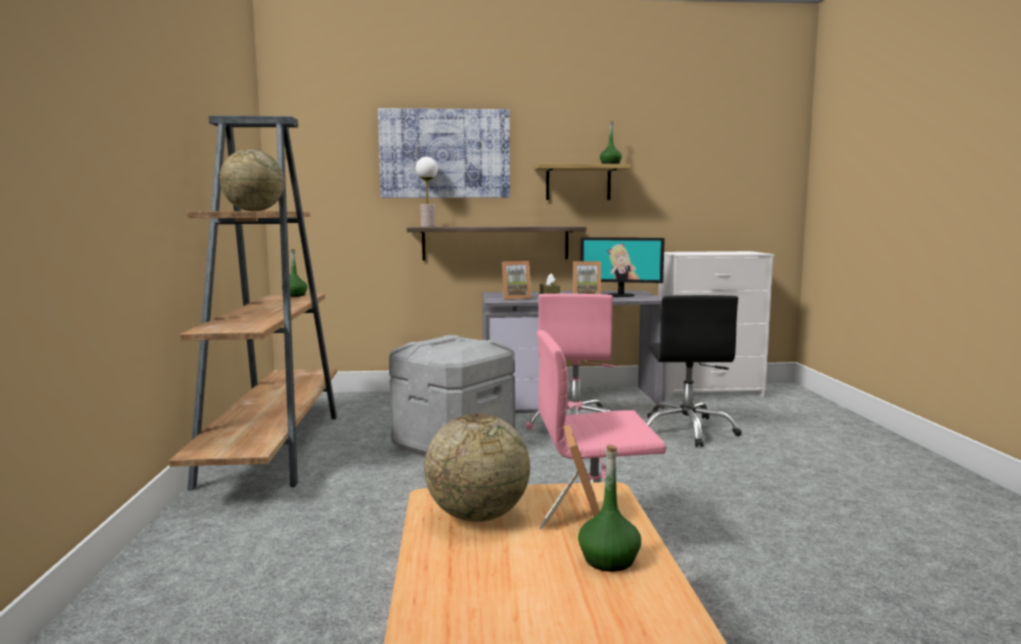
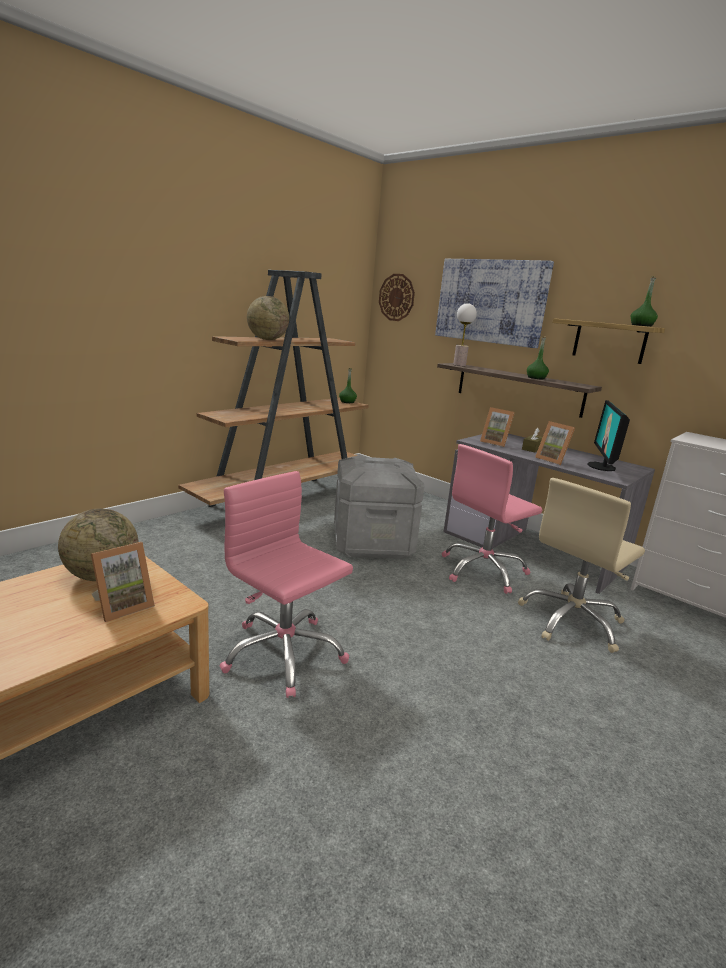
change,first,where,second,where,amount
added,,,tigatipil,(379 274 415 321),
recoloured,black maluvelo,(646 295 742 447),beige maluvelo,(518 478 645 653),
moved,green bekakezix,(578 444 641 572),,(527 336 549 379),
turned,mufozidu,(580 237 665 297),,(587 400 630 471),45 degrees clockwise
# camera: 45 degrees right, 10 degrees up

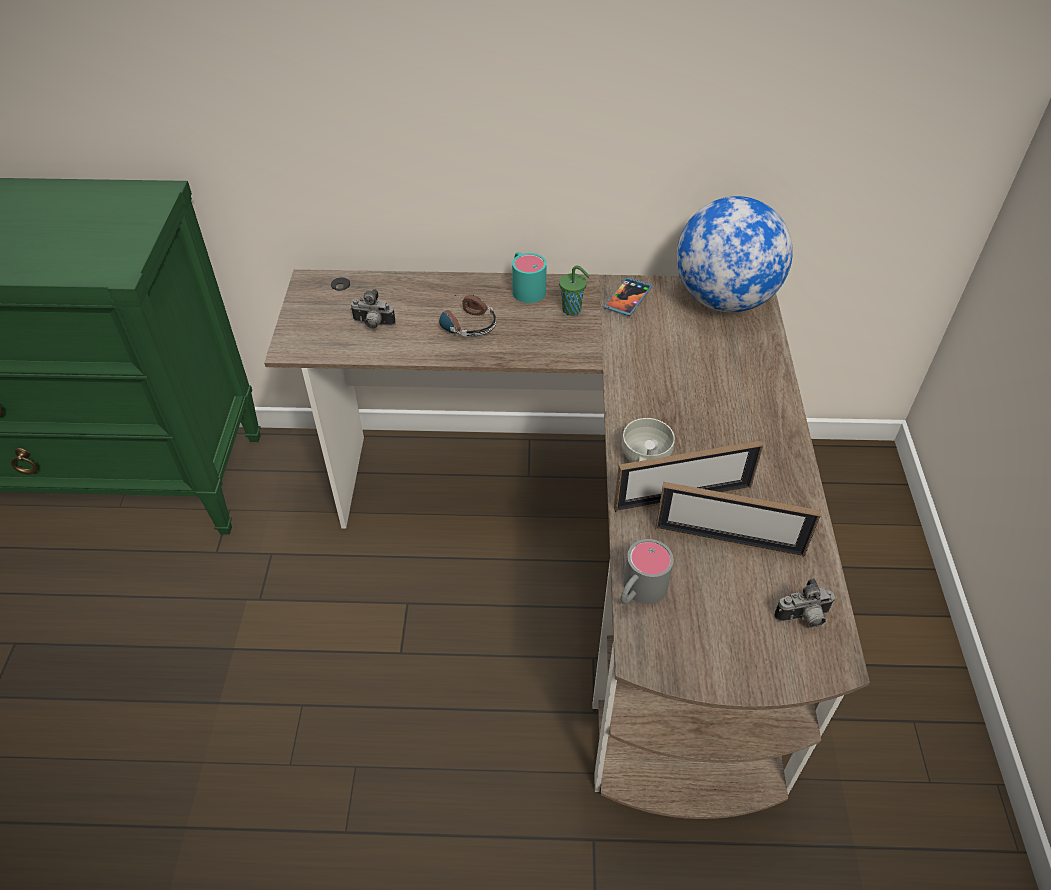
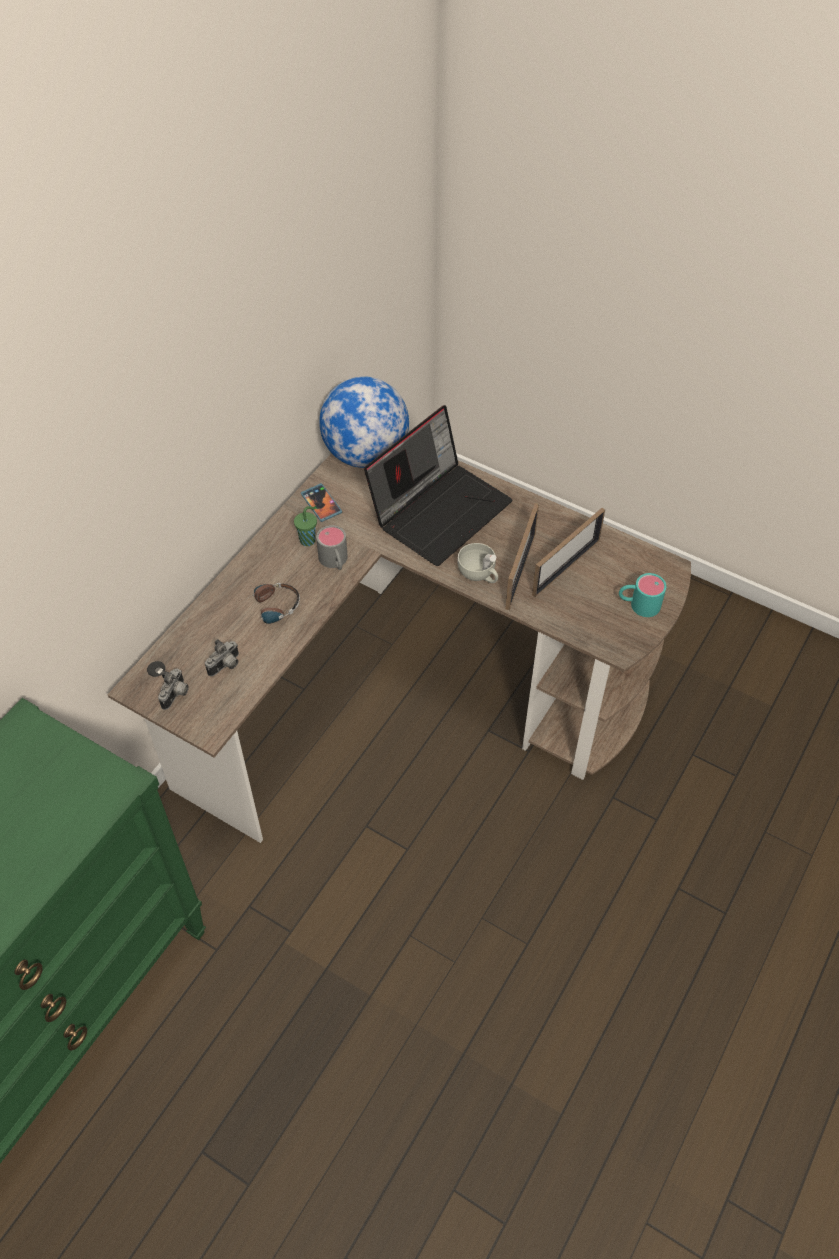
change,first,where,second,where,amount
moved,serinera,(774 578 835 628),,(158 669 189 710),
moved,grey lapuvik,(621 539 674 604),,(316 525 348 570),
added,,,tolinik,(364 405 513 566),
moved,turquoise lapuvik,(512 252 547 303),,(619 573 666 617),
# camera: 60 degrees left, 5 degrees up

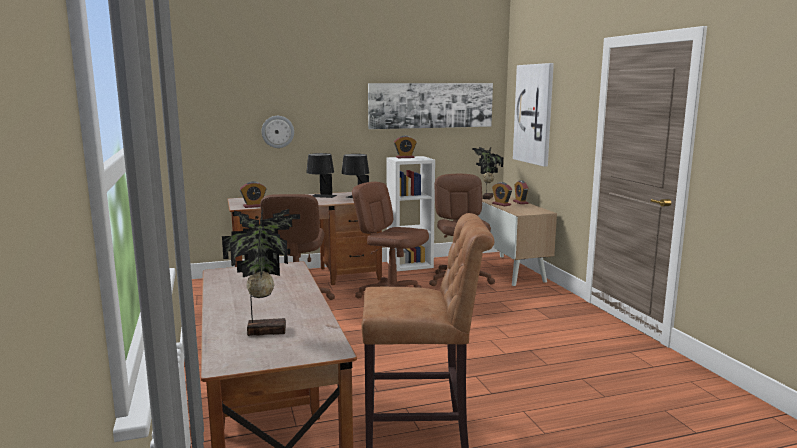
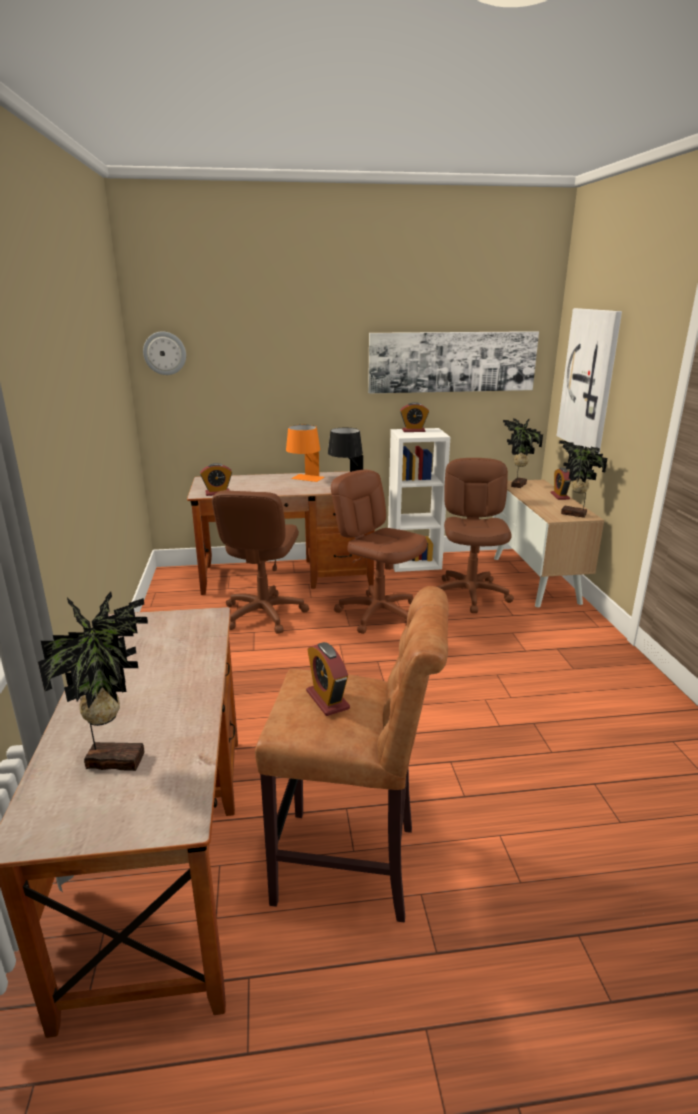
change,first,where,second,where,amount
moved,tigatipil,(262 116 294 148),,(143 331 186 375),
recoloured,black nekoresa,(306 153 337 198),orange nekoresa,(286 425 325 482),
moved,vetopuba,(492 182 512 206),,(306 642 350 716),
added,,,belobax,(559 440 607 518),
# camera: 10 degrees right, 10 degrees up

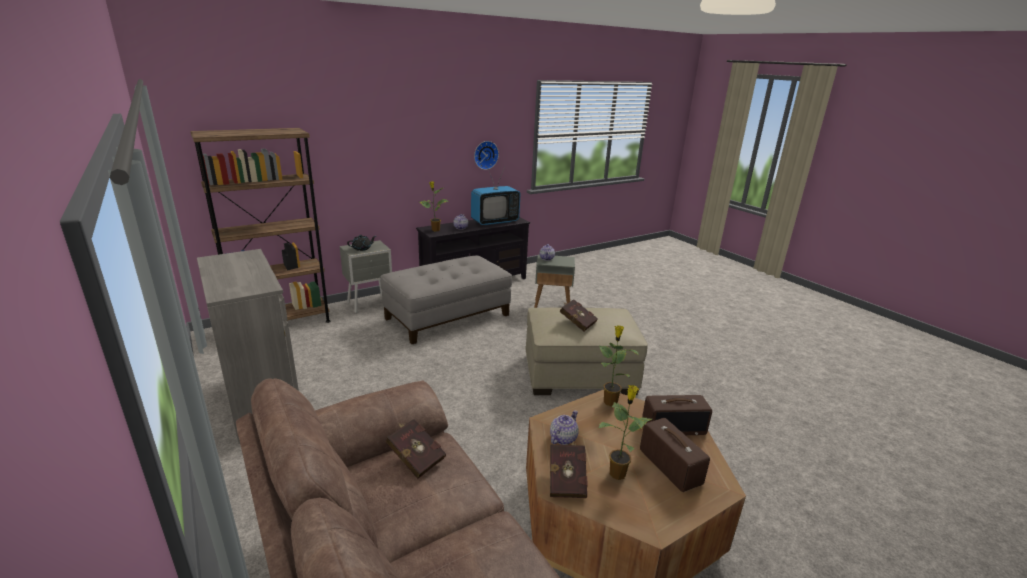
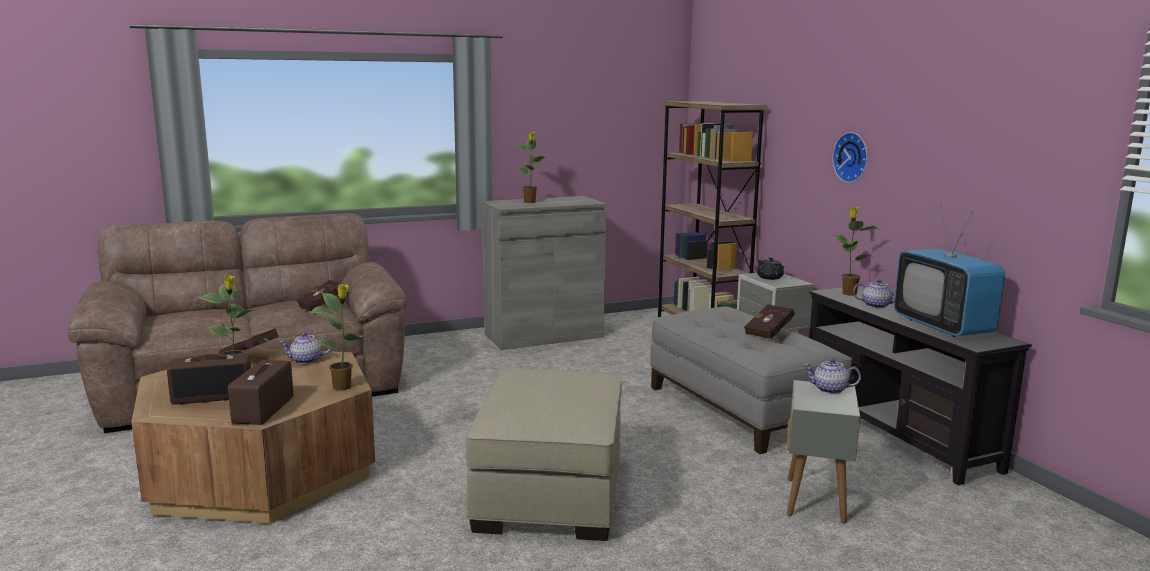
change,first,where,second,where,amount
turned,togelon,(550 410 579 445),,(279 332 331 364),120 degrees clockwise
added,,,belobax,(513 131 545 203),
moved,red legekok,(559 299 598 331),,(744 304 795 339),
moved,tigatipil,(474 141 499 170),,(832 132 868 183),
# camera: 100 degrees right, 10 degrees down

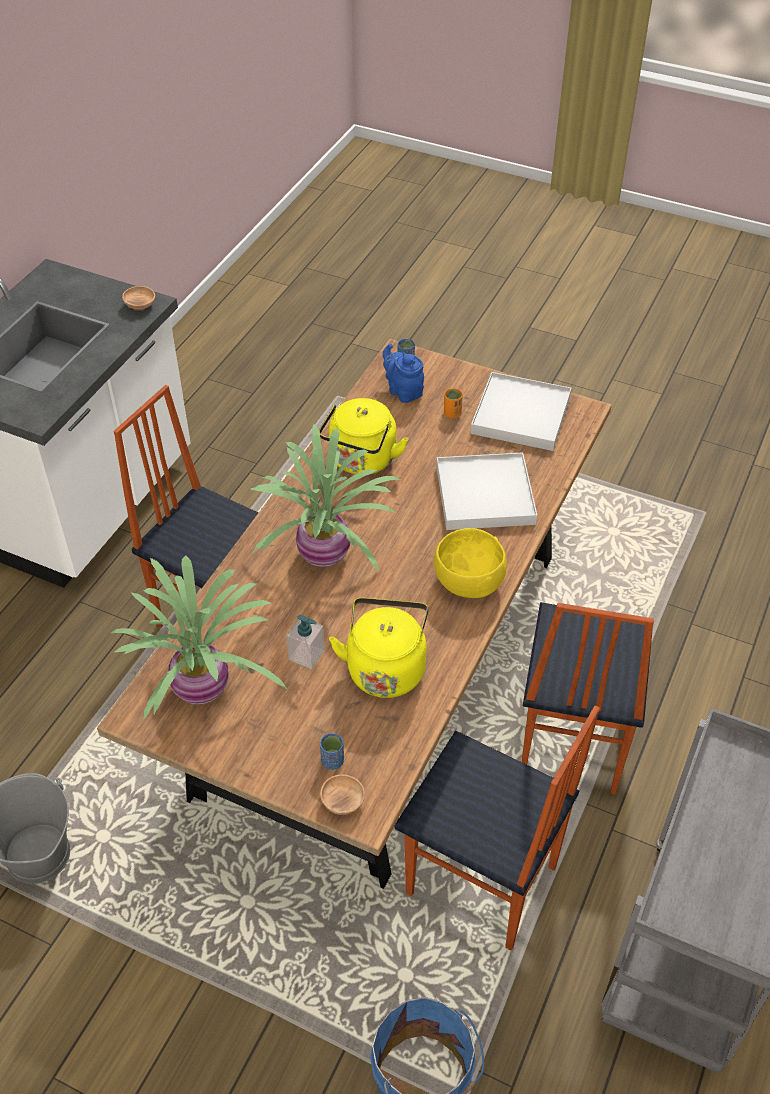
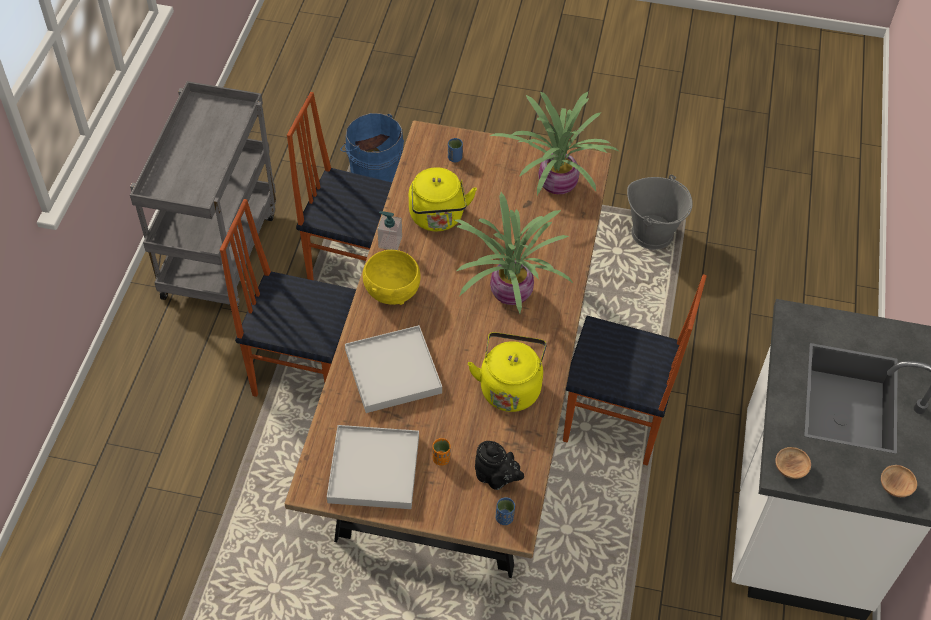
change,first,where,second,where,amount
turned,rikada,(521 602 654 794),,(220 199 356 397),75 degrees counterclockwise
moved,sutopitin,(286 615 325 669),,(378 211 402 250),
recoloured,blue togelon,(383 344 424 403),black togelon,(475 441 524 490),
moved,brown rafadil,(320 774 365 815),,(881 465 917 497),
# camera: 165 degrees right, 5 degrees up

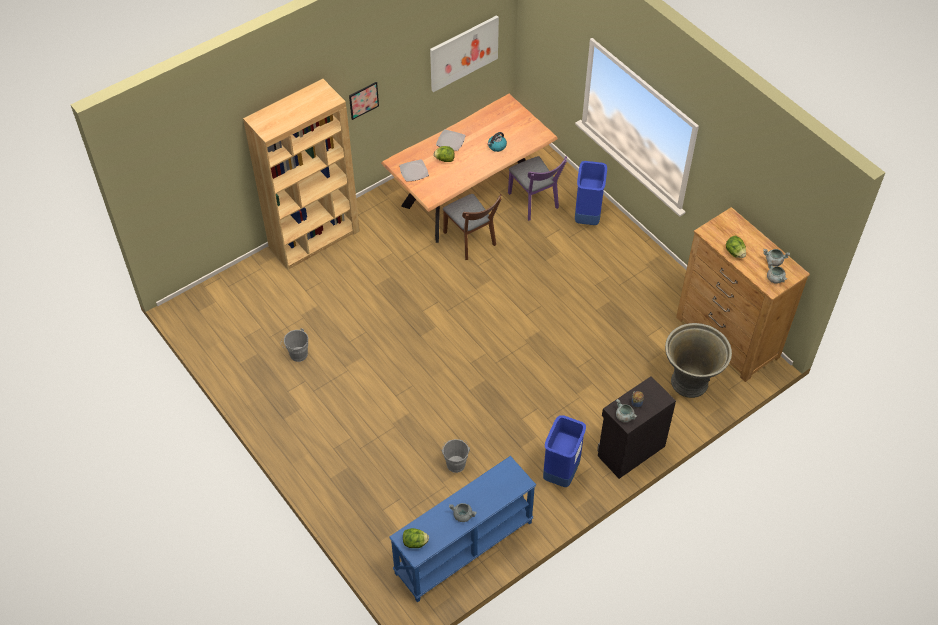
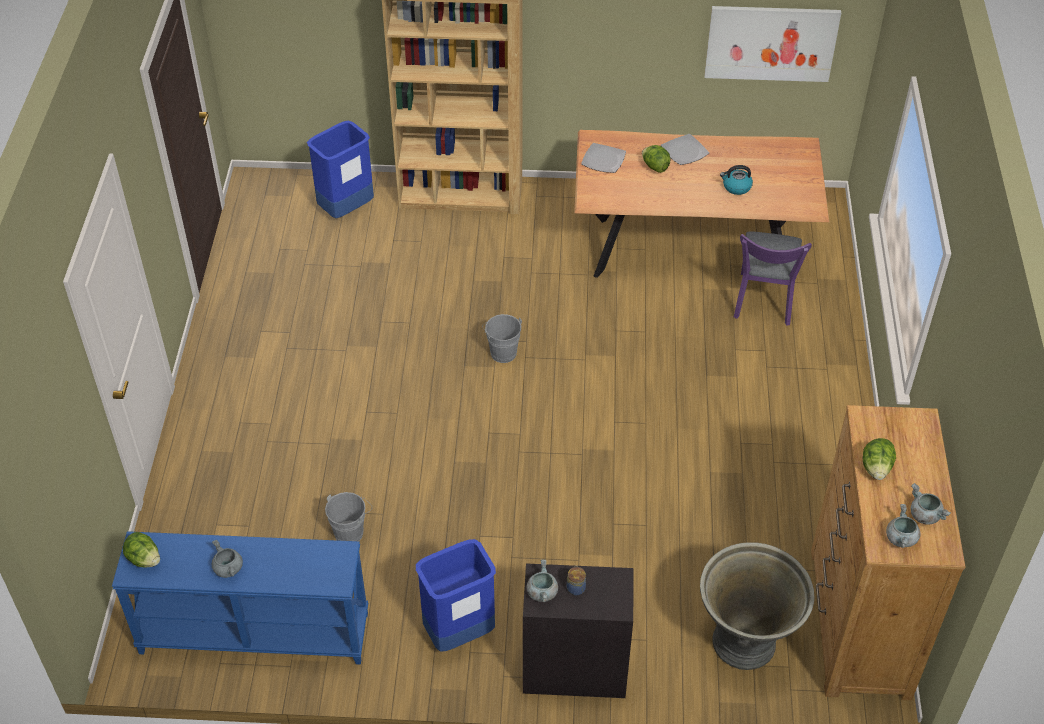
change,first,where,second,where,amount
moved,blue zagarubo,(575 161 607 225),,(307 121 374 218),
moved,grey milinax,(280 328 308 362),,(482 314 522 363),
removed,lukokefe,(349 82 379 120),,,
removed,brown rikada,(443 194 502 260),,,
# camera: 40 degrees right, 5 degrees down

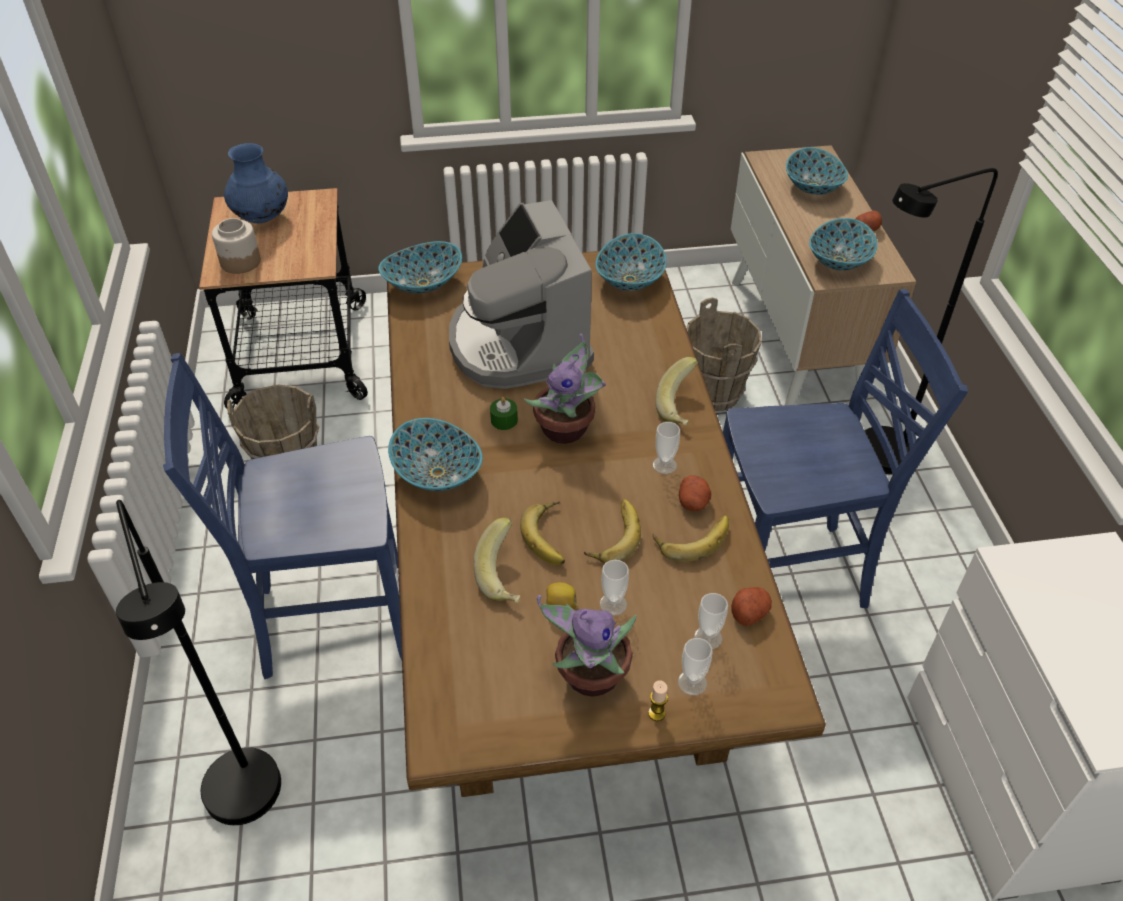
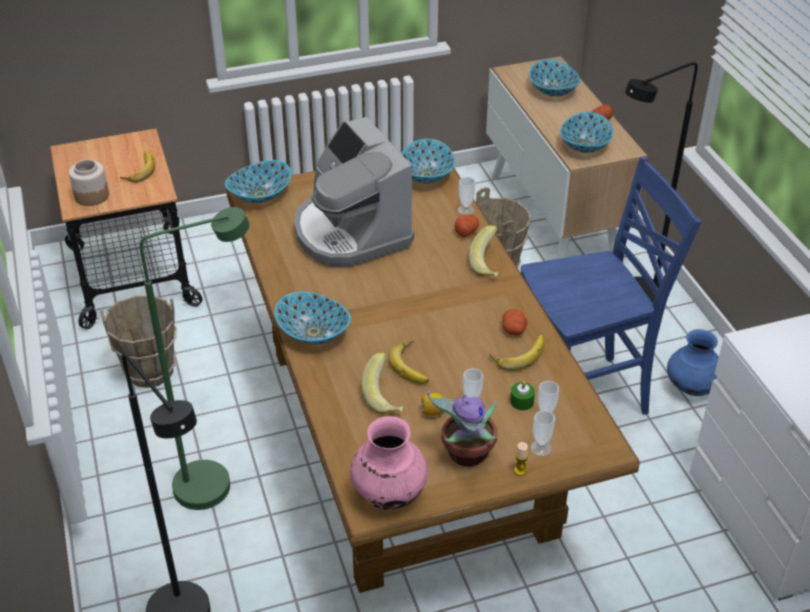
change,first,where,second,where,amount
moved,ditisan,(584 499 641 564),,(120 151 155 183),
replaced,blue rikada,(163 353 402 679),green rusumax,(139 207 250 510),
added,,,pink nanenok,(350 416 428 510),
moved,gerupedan,(731 587 772 626),,(455 215 479 237),
moved,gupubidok,(653 422 680 474),,(457 177 475 215),
moved,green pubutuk,(490 397 518 430),,(510 381 535 410),
moved,blue nanenok,(224 143 288 223),,(667 329 719 396),
removed,belobax,(524 334 605 444),,,
# camera: 10 degrees left, 5 degrees down

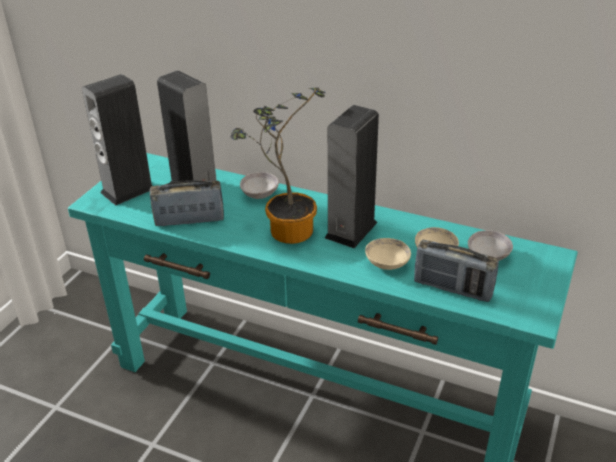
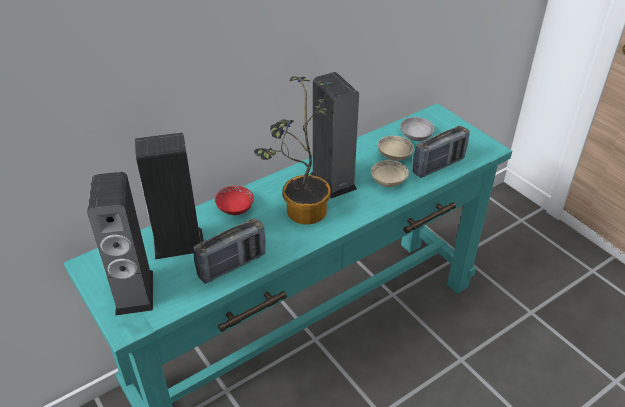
change,first,where,second,where,amount
turned,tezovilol,(150 180 224 226),,(193 218 265 284),150 degrees counterclockwise
recoloured,grey rafadil,(240 172 279 199),red rafadil,(215 186 254 215),
# camera: 60 degrees left, 5 degrees up

